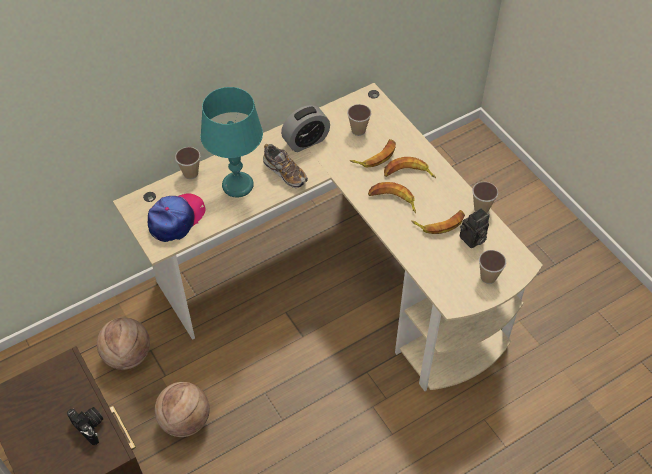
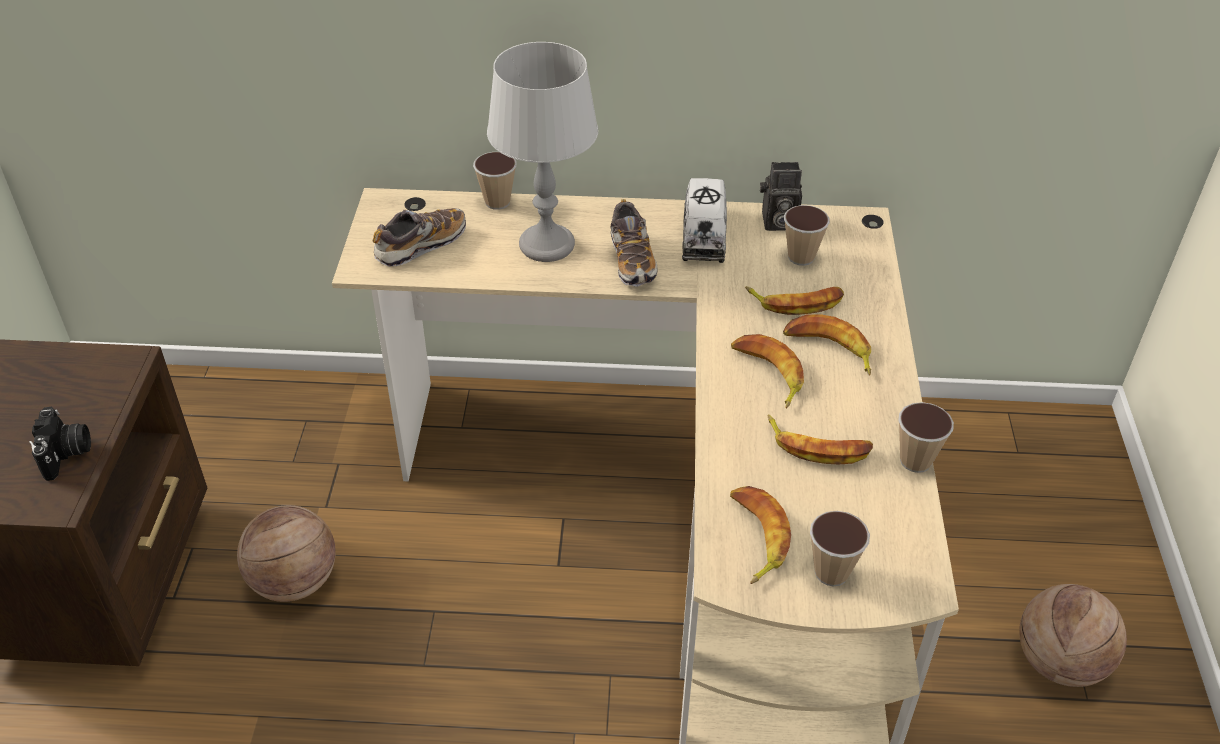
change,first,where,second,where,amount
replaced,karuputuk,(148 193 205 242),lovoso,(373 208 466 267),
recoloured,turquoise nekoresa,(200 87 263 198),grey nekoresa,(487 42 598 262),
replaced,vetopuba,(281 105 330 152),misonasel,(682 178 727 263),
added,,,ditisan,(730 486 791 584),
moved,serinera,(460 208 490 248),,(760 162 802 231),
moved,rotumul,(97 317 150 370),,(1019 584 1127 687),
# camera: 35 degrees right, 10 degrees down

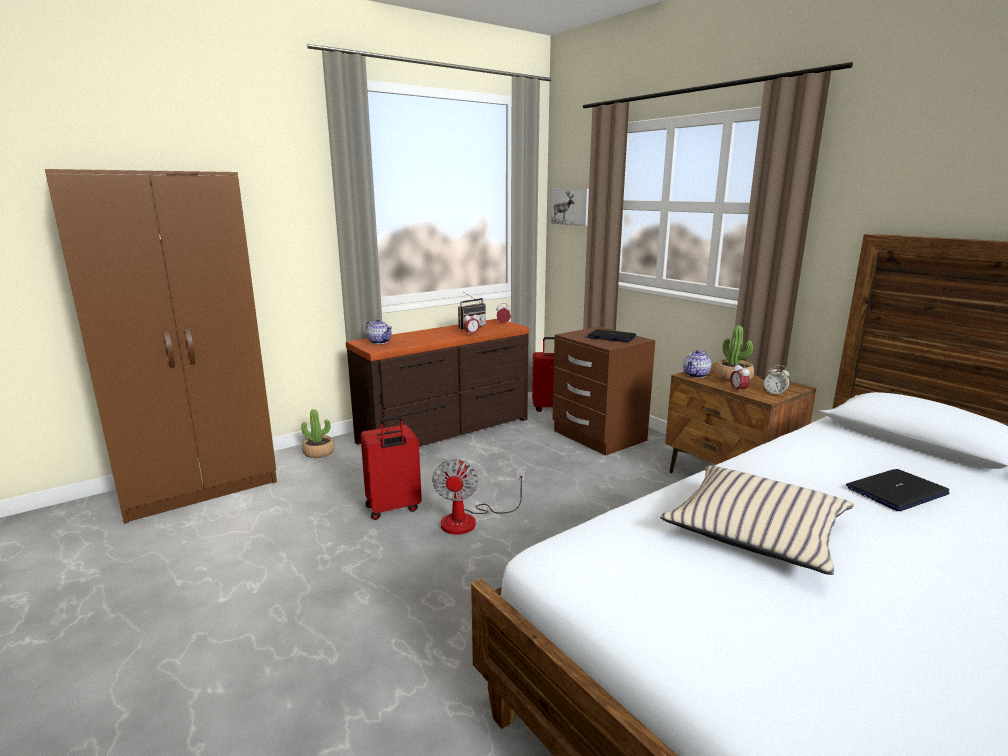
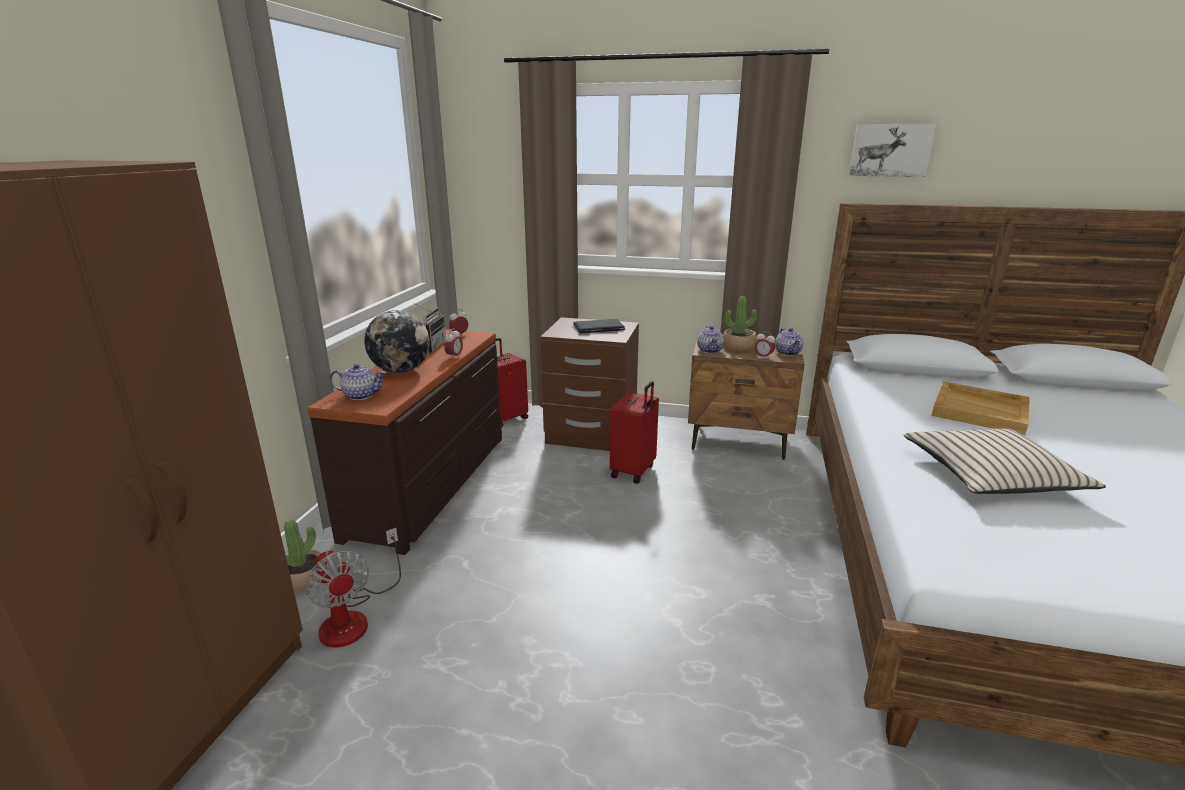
change,first,where,second,where,amount
moved,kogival,(432 458 526 535),,(305 528 401 648),
added,,,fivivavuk,(364 310 430 373),
moved,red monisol,(360 416 422 520),,(610 381 659 484),
replaced,vetopuba,(764 365 790 396),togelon,(775 328 803 356),
moved,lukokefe,(551 189 589 226),,(849 124 936 177),
replaced,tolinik,(846 469 950 511),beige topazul,(932 382 1030 435),
# camera: 40 degrees left, 5 degrees up

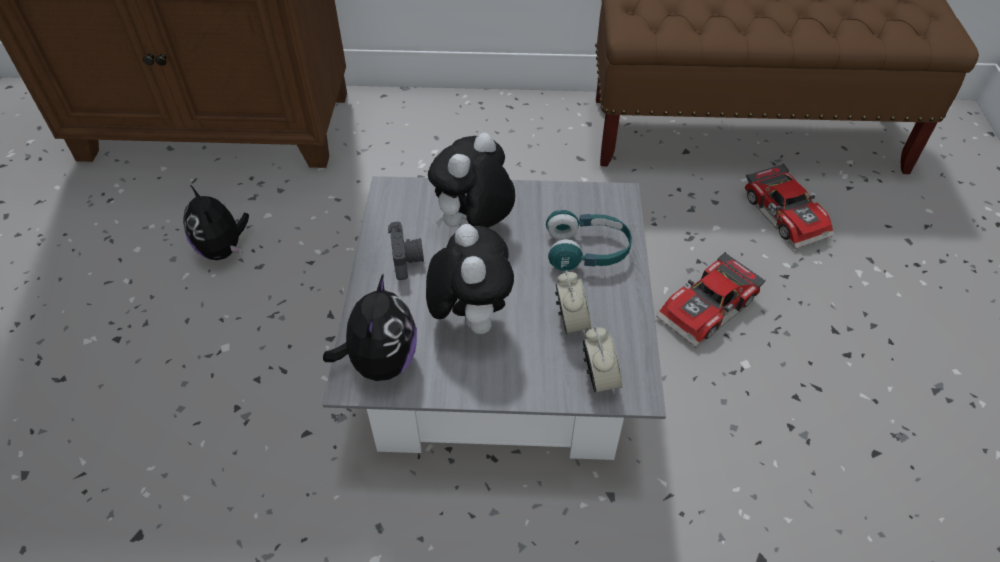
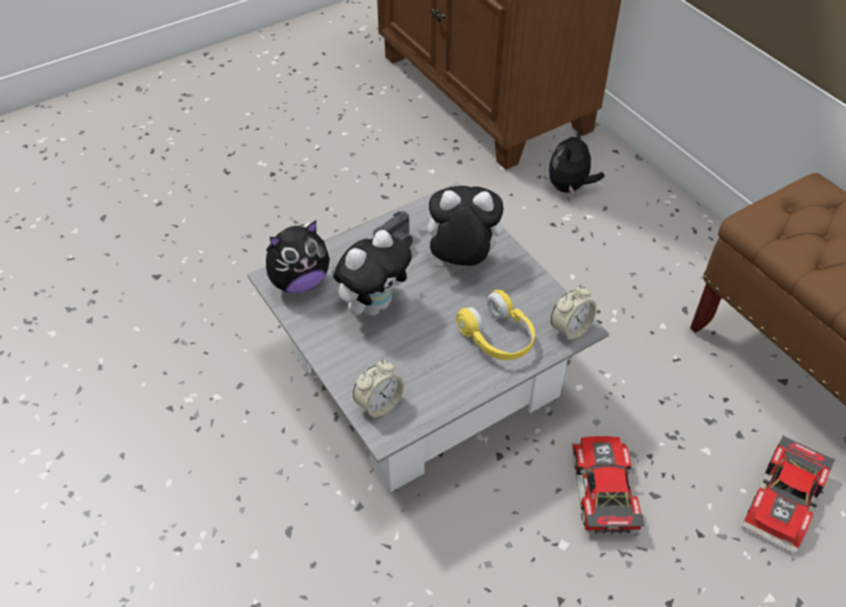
change,first,where,second,where,amount
recoloured,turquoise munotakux,(546 210 632 271),yellow munotakux,(456 290 535 360),
moved,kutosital,(183 185 249 260),,(548 128 605 196),
moved,vetopuba,(555 270 592 336),,(551 284 597 342),
turned,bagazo,(656 252 766 347),,(572 436 644 534),75 degrees clockwise
# camera: 55 degrees right, 0 degrees up

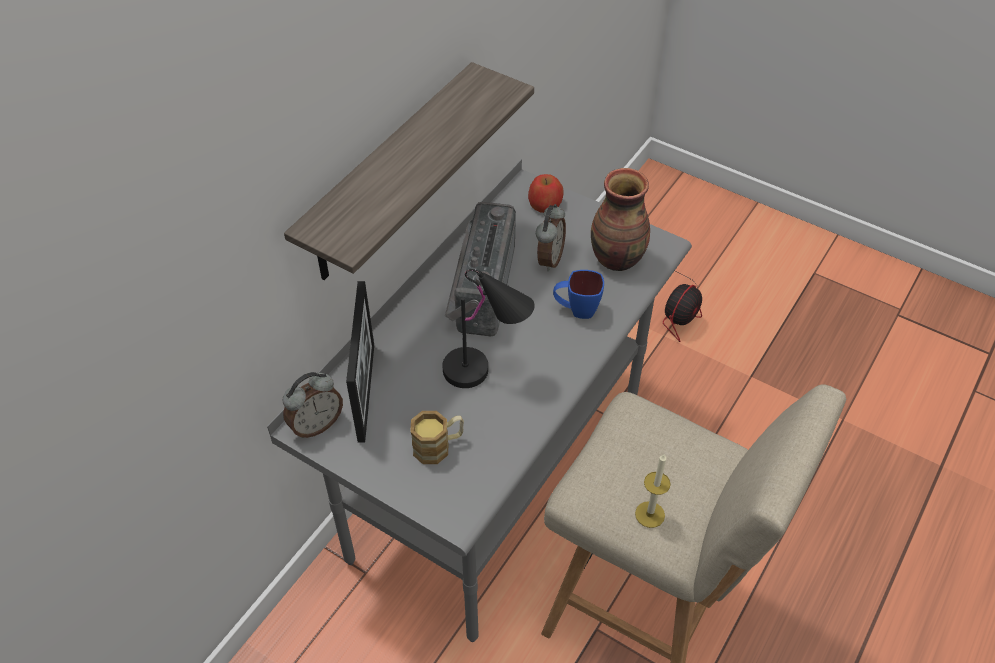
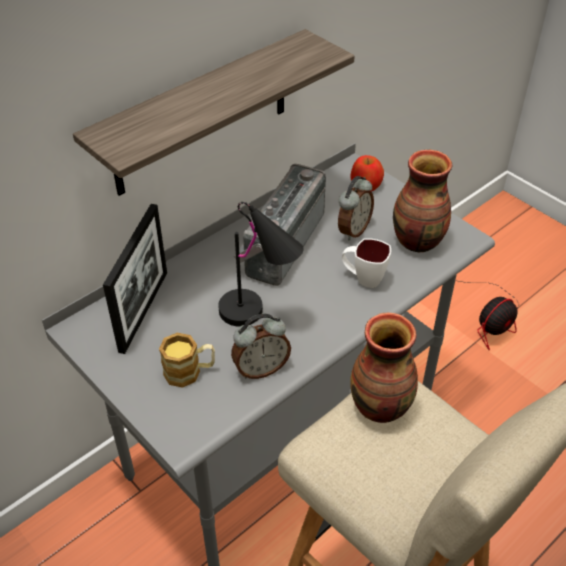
change,first,where,second,where,amount
moved,vetopuba,(283 372 343 438),,(231 314 291 379),
recoloured,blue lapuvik,(553 270 604 319),white lapuvik,(342 238 391 288),
added,,,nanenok,(350 312 418 423),
removed,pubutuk,(635 454 671 528),,,
# camera: 15 degrees right, 5 degrees down

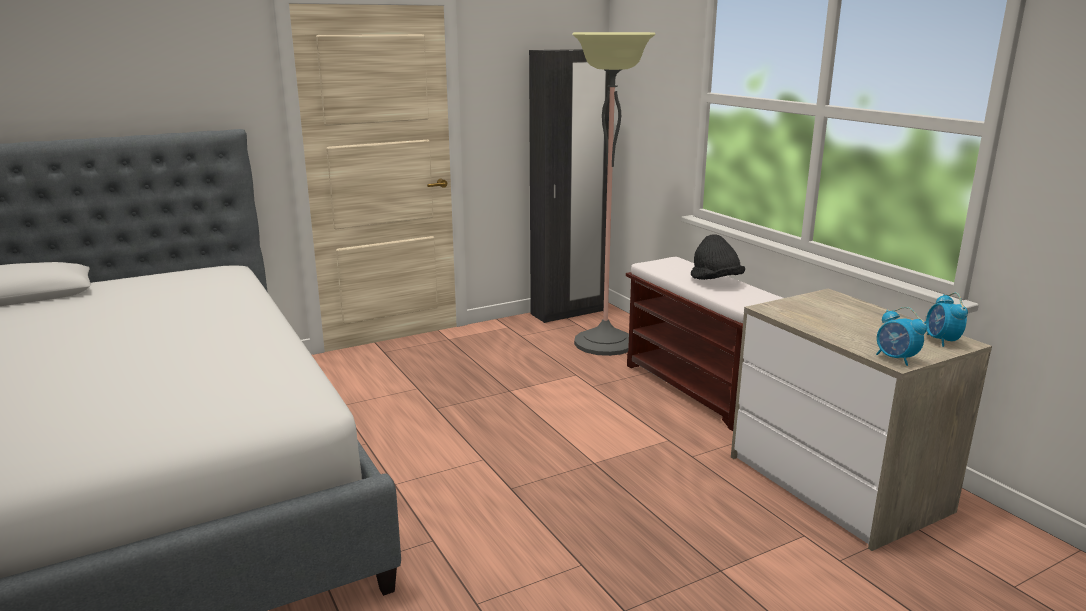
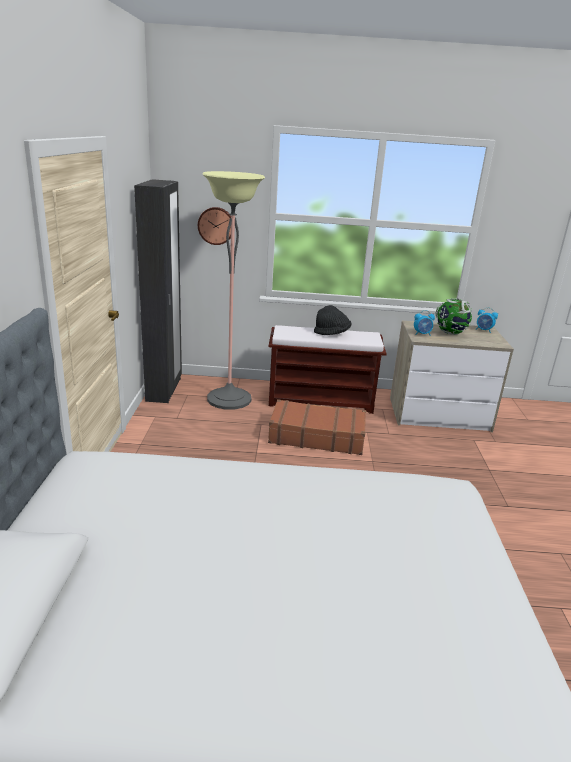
change,first,where,second,where,amount
added,,,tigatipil,(198 207 231 245),
added,,,brown monisol,(268 399 366 455),
moved,vetopuba,(876 307 927 366),,(414 310 435 335),
added,,,fivivavuk,(436 298 472 335),
# camera: 60 degrees left, 5 degrees up

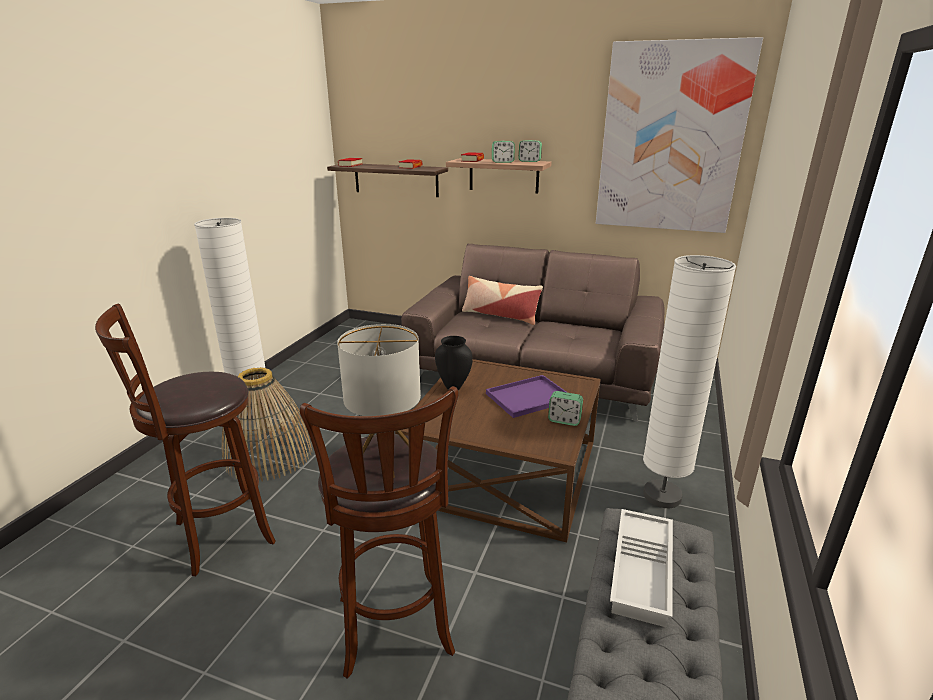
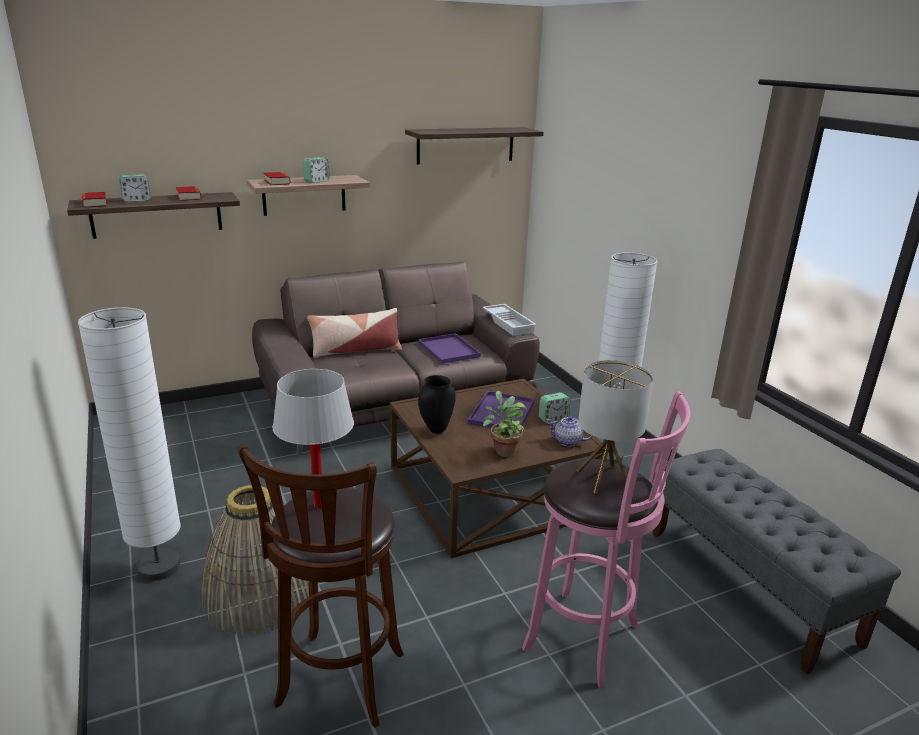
change,first,where,second,where,amount
moved,vetopuba,(519 140 542 162),,(119 174 151 202),
added,,,white nekoresa,(272 369 354 509),
replaced,lukokefe,(596 37 763 233),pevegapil,(405 127 544 165),
added,,,purple topazul,(418 333 481 364),
moved,white topazul,(610 509 673 627),,(482 304 537 336),
added,,,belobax,(483 391 527 457),
recoloured,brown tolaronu,(300 386 459 679),pink tolaronu,(522 391 691 689),
added,,,togelon,(546 416 593 447),
# camera: 45 degrees left, 0 degrees up

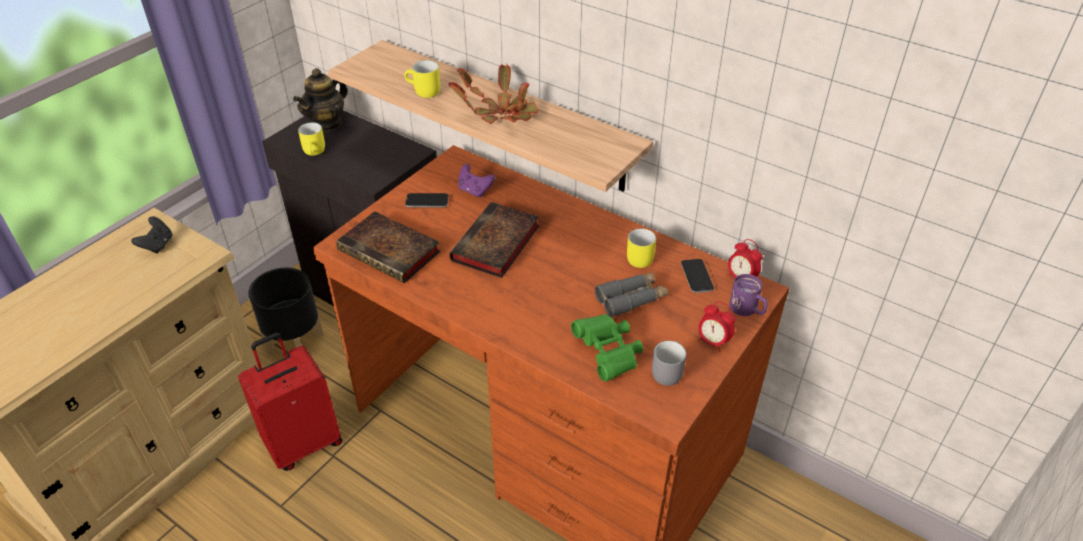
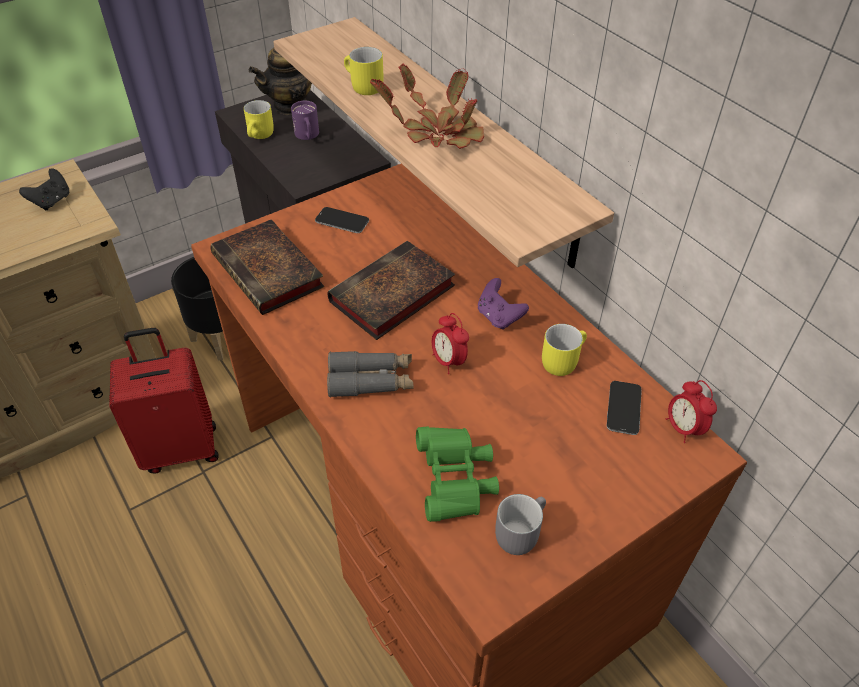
change,first,where,second,where,amount
moved,purple lapuvik,(729 274 768 316),,(291 101 319 140),
moved,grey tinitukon,(595 272 668 317),,(327 351 413 398),
moved,vetopuba,(698 301 736 352),,(432 313 469 374),
moved,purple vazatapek,(458 164 495 198),,(478 278 529 330),
# camera: 20 degrees right, 5 degrees up

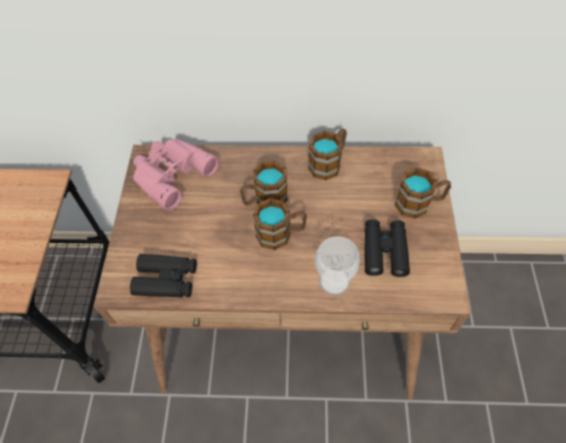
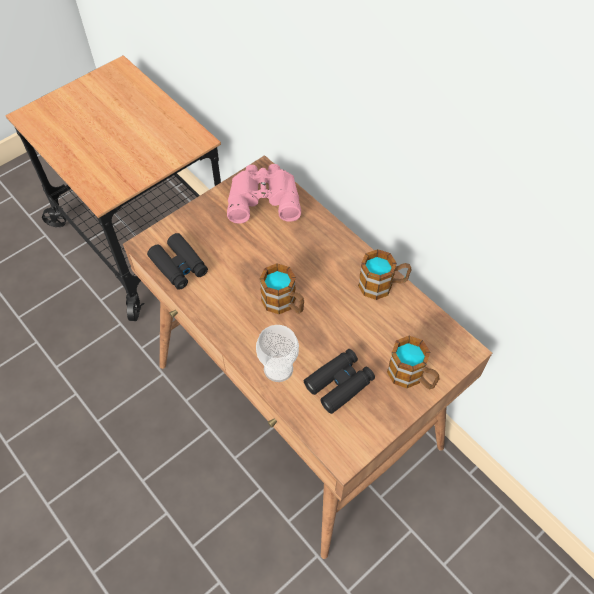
change,first,where,second,where,amount
removed,lapuvik,(240 161 288 206),,,
# camera: 45 degrees right, 0 degrees up

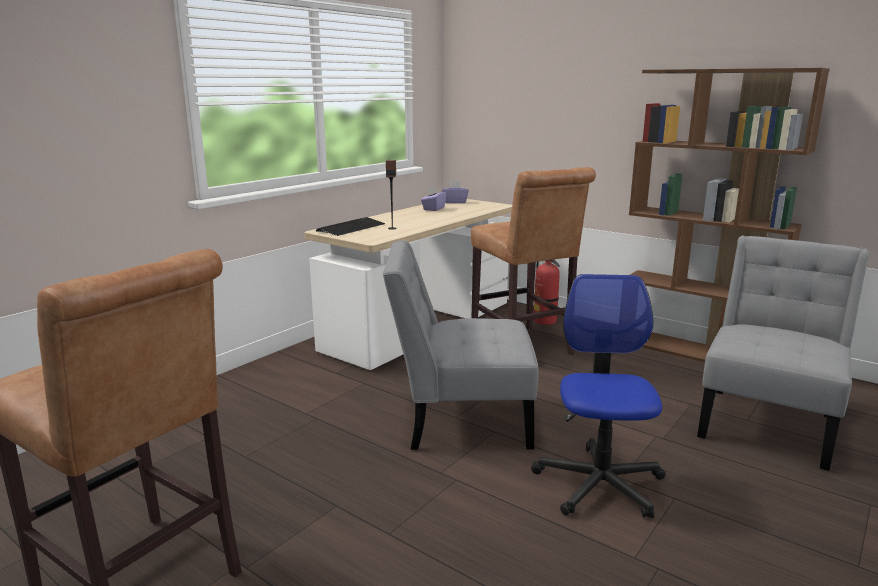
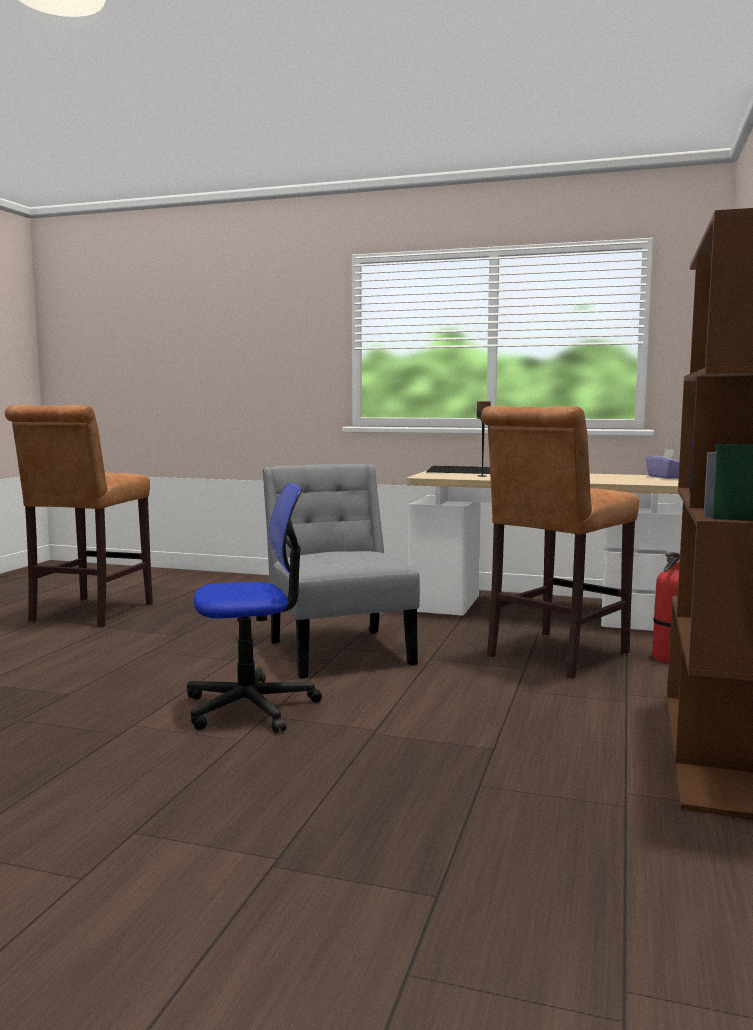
change,first,where,second,where,amount
removed,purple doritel,(421 186 447 211),,,
removed,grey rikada,(697 235 869 471),,,
# camera: 70 degrees right, 10 degrees down

